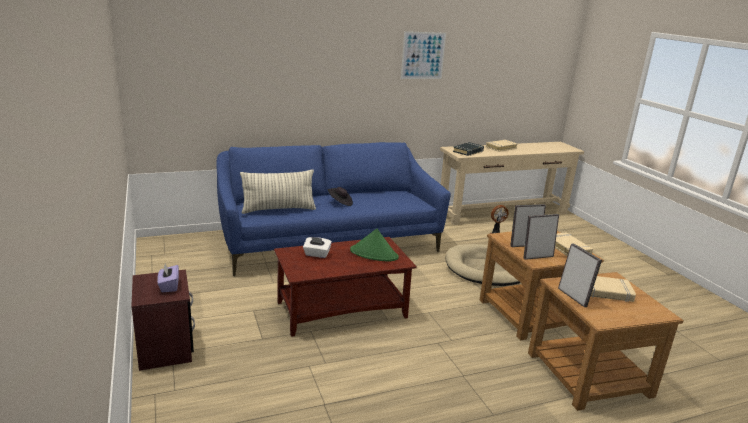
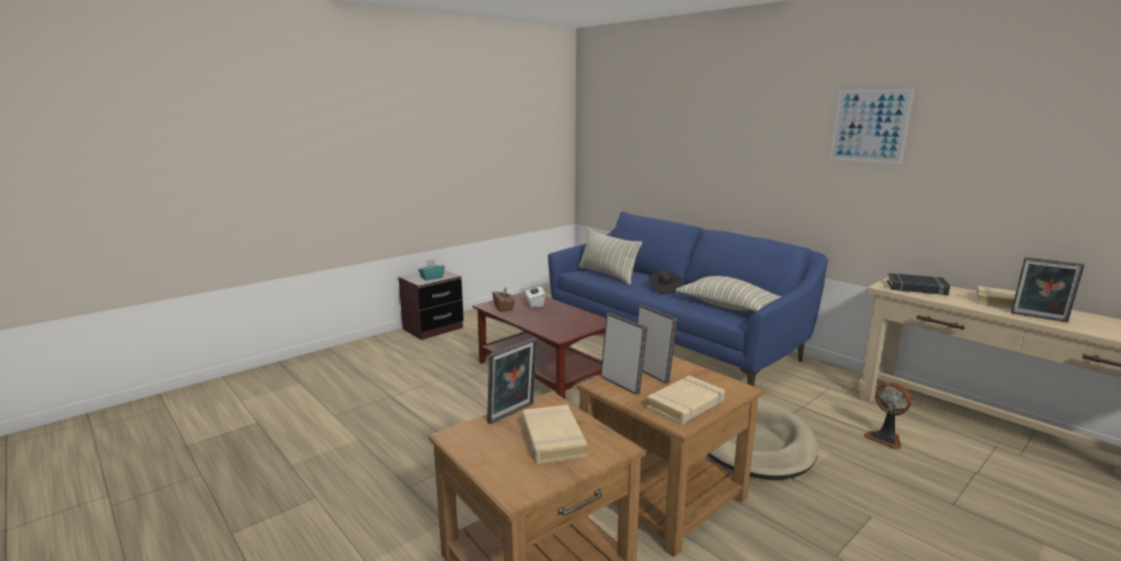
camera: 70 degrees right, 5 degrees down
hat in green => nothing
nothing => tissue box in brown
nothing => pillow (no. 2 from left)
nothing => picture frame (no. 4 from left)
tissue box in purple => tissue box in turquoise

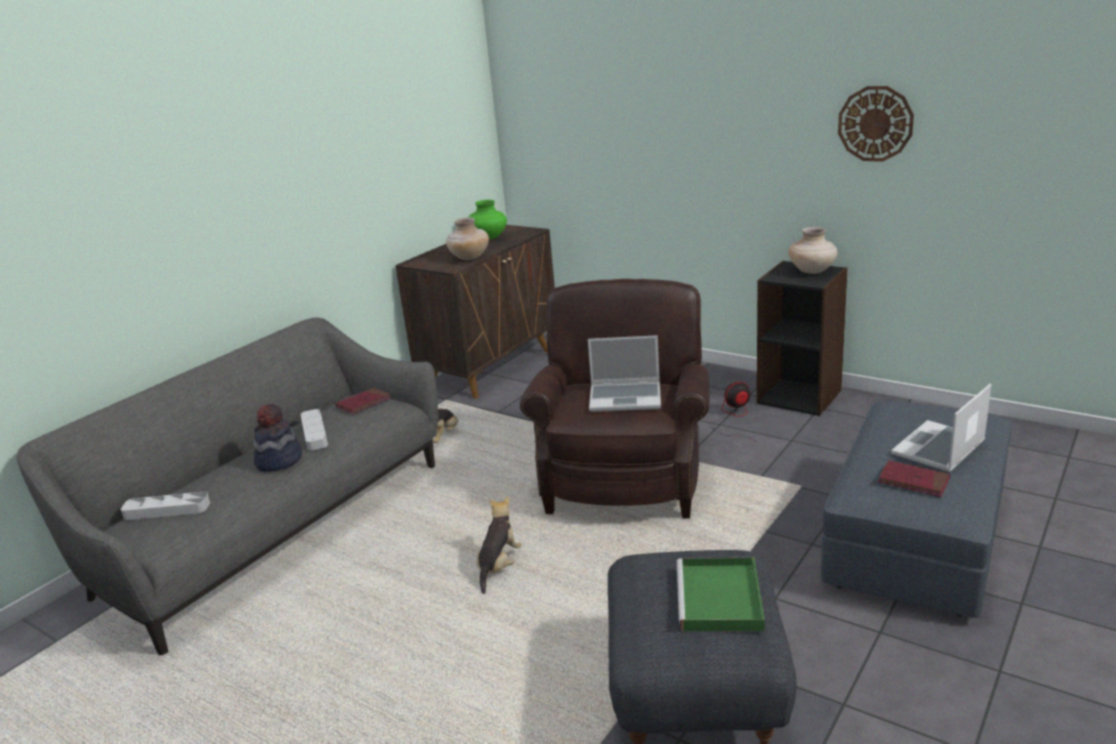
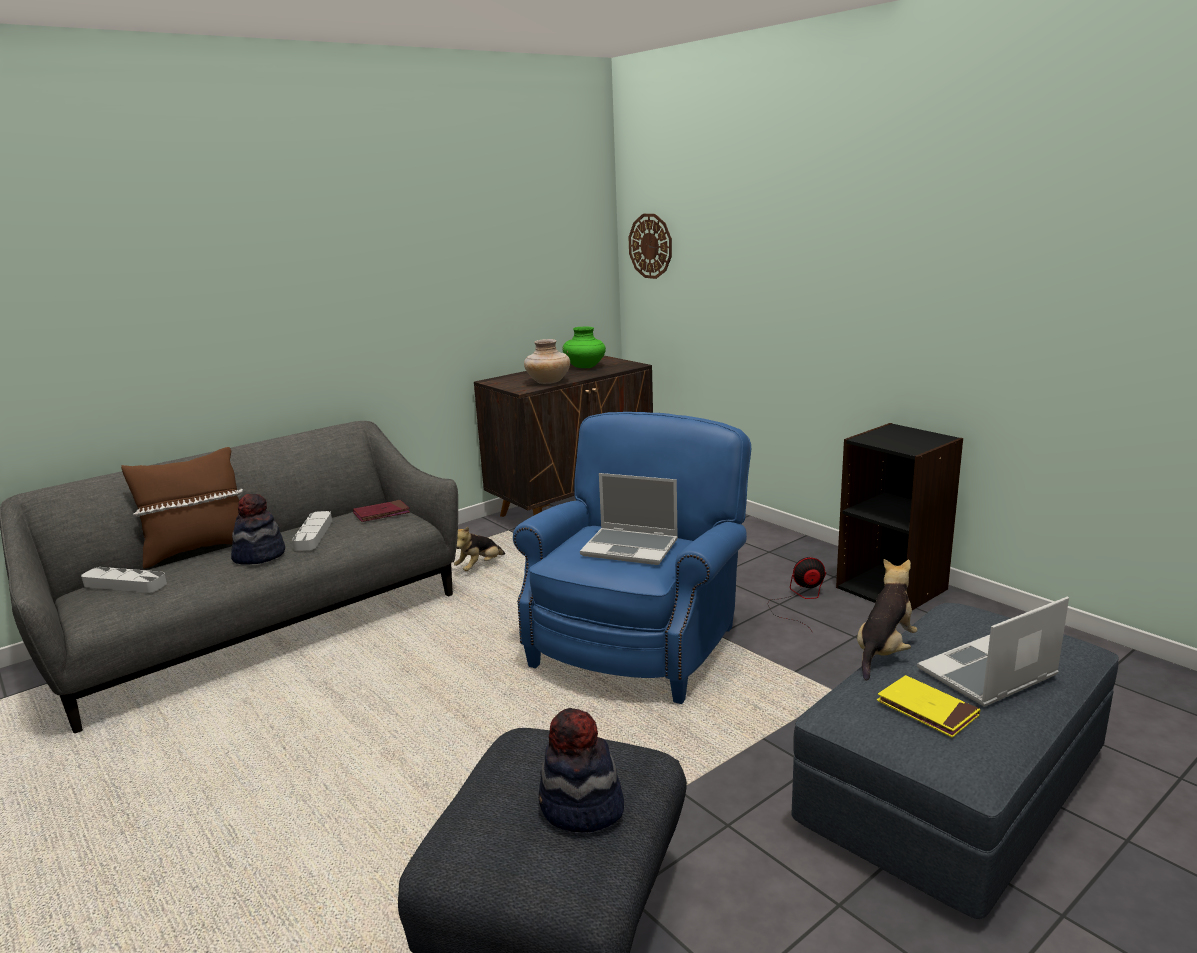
camera: 15 degrees right, 5 degrees down
vase in beige (no. 2 from left) => nothing
nothing => pillow in brown
plush toy (no. 2 from left), relocated
wall clock, relocated
tray in green => hat (no. 2 from left)
armchair in brown => armchair in blue
book in red (no. 2 from left) => book in yellow

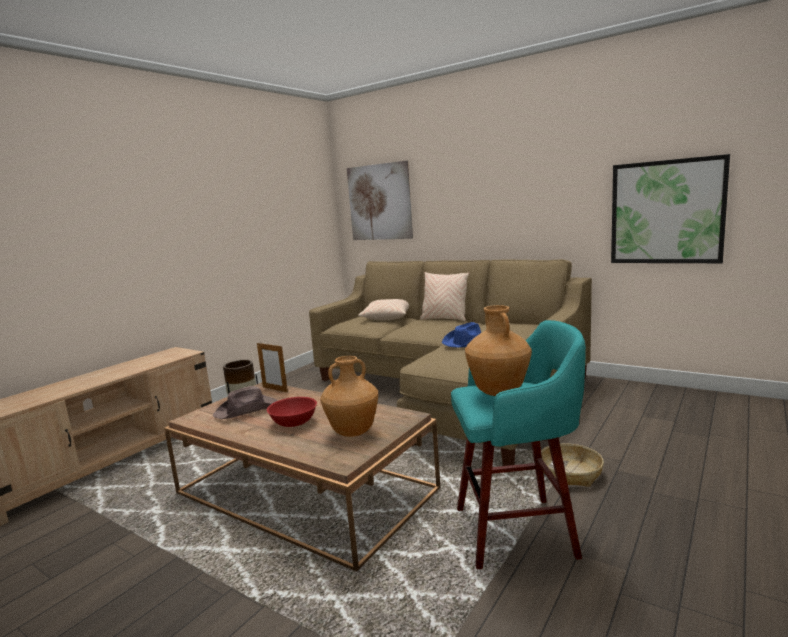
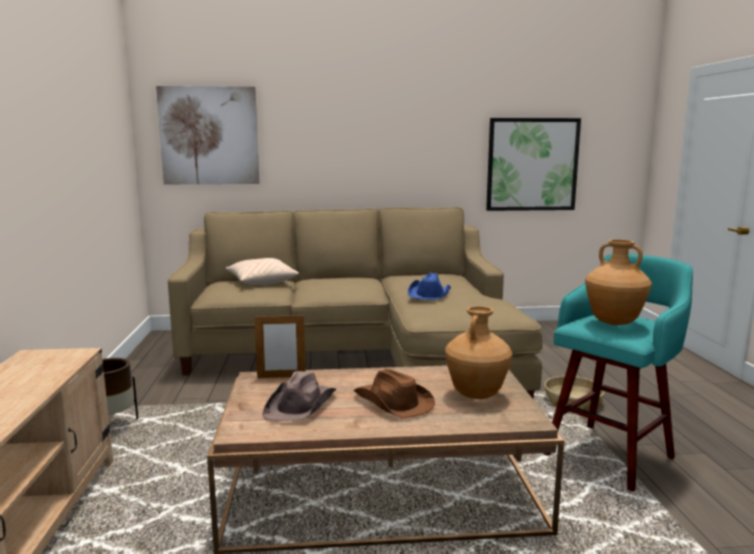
camera: 40 degrees left, 0 degrees up
pillow in beige (no. 2 from left) => nothing
bowl in red => hat in brown (no. 2 from left)

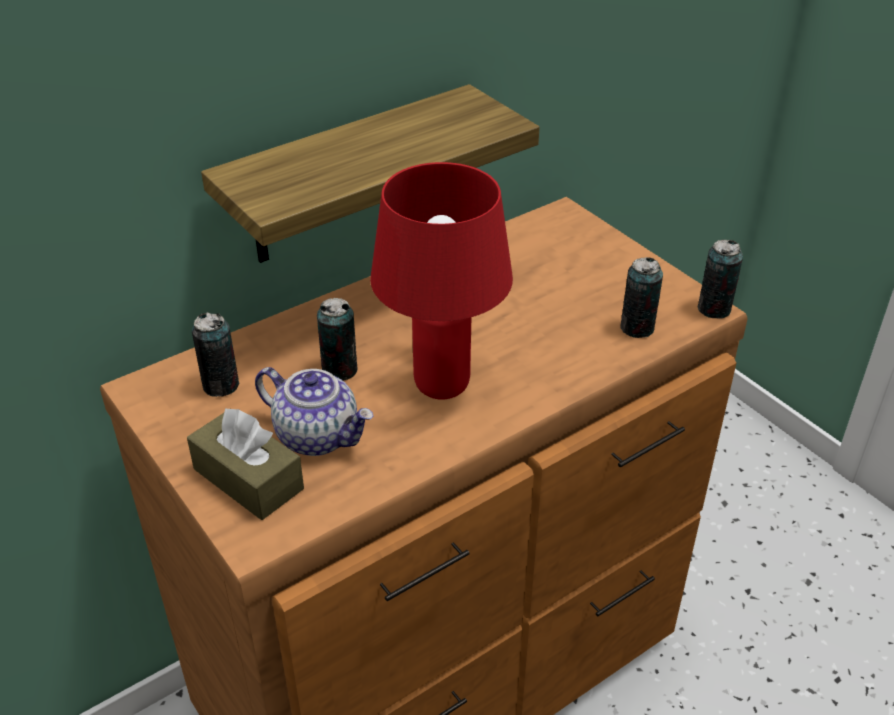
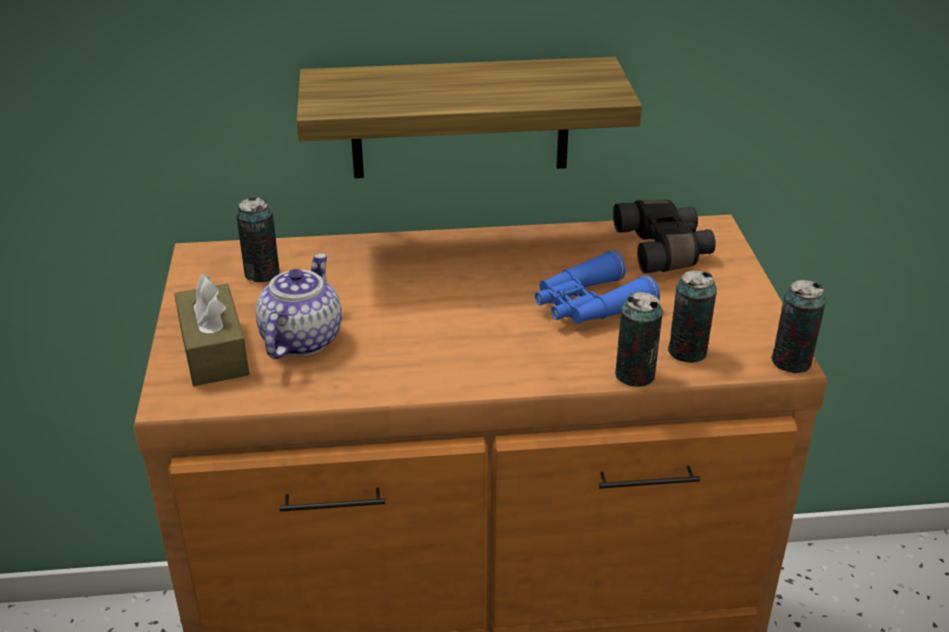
camera: 30 degrees right, 5 degrees down
table lamp in red => nothing
nothing => binoculars in blue
nothing => binoculars in black
can (no. 2 from left), relocated
teapot, 135 degrees counterclockwise

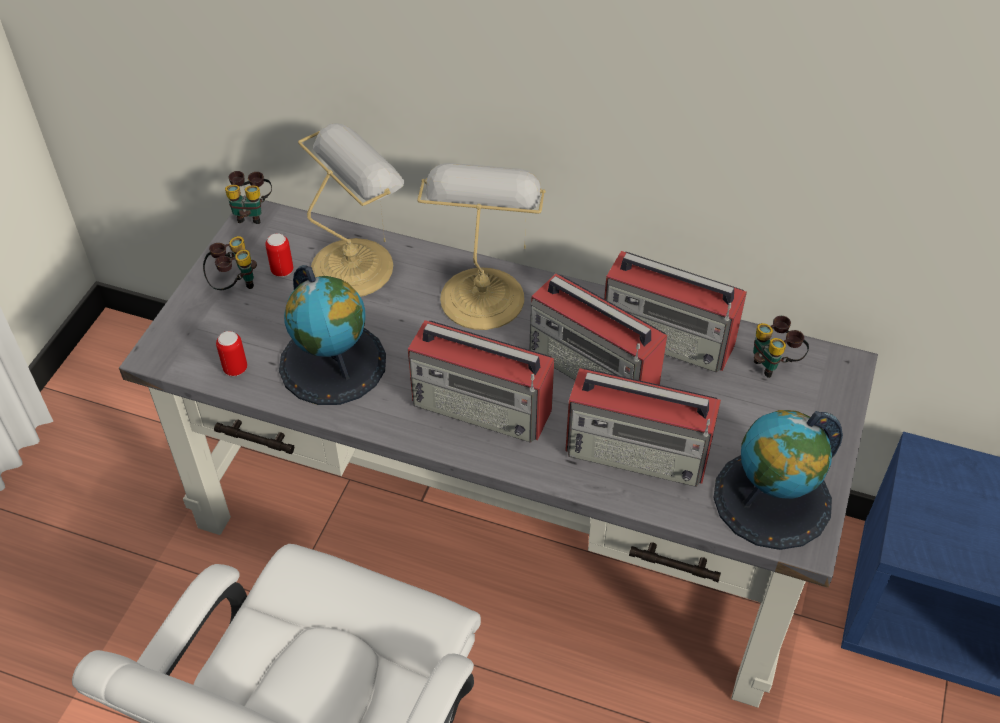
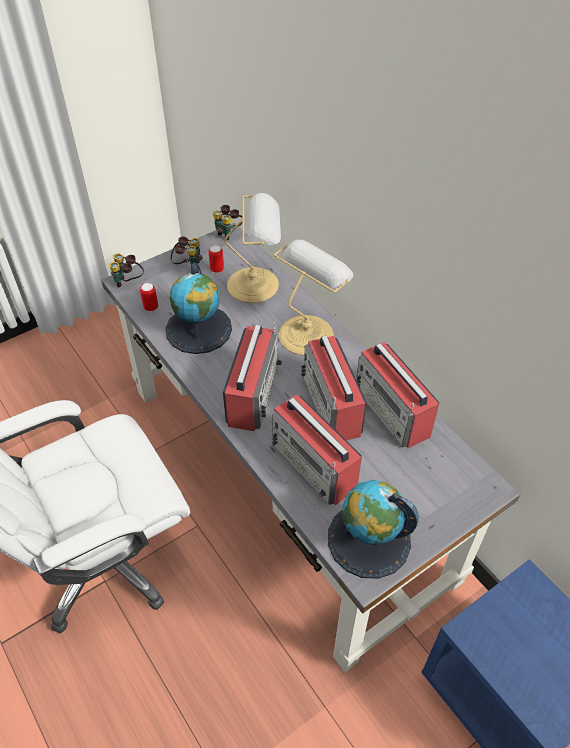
camera: 35 degrees right, 0 degrees up
binoculars (no. 3 from left in the first image) => binoculars (no. 1 from left), relocated
radio (no. 1 from left), 135 degrees counterclockwise

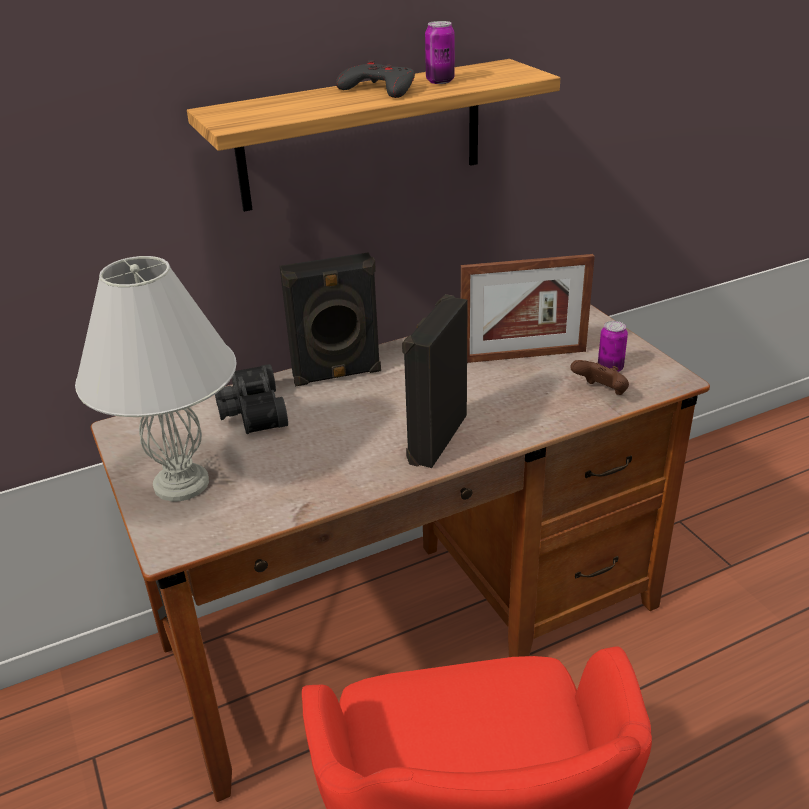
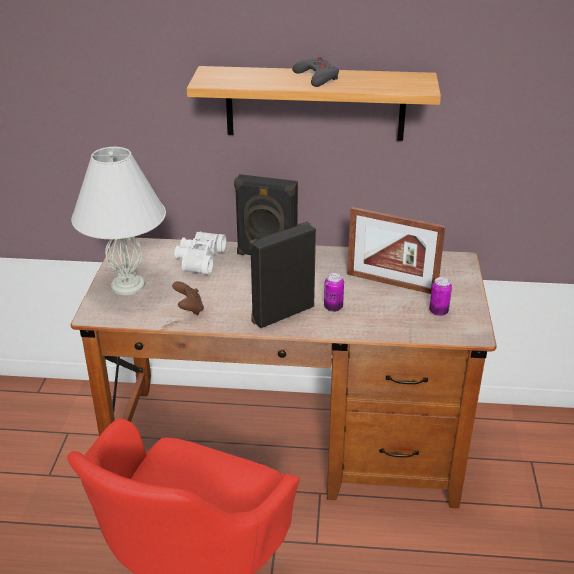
camera: 30 degrees right, 0 degrees up
can (no. 1 from left), relocated
game controller in brown, relocated
binoculars in black => binoculars in white

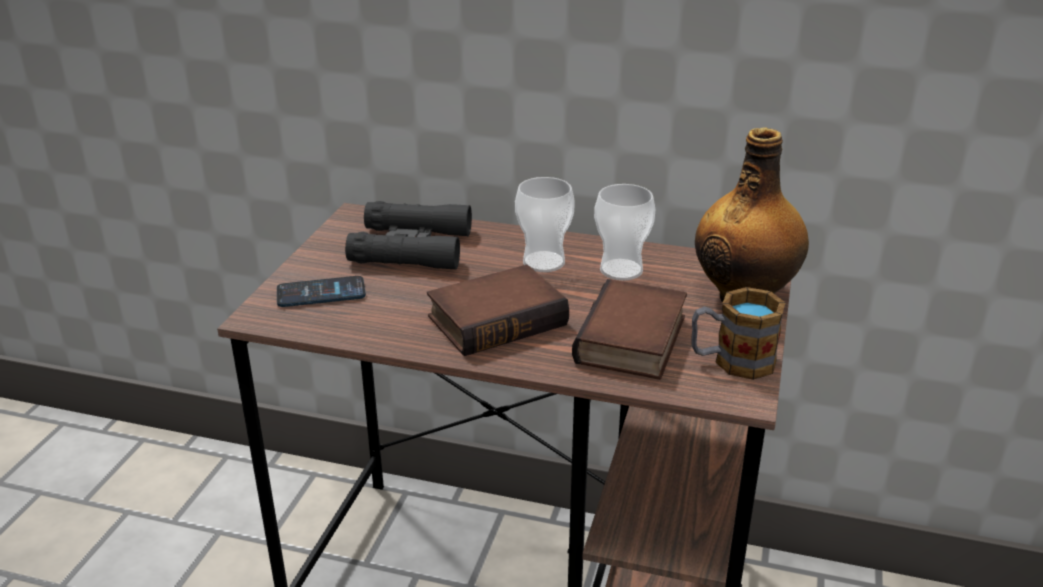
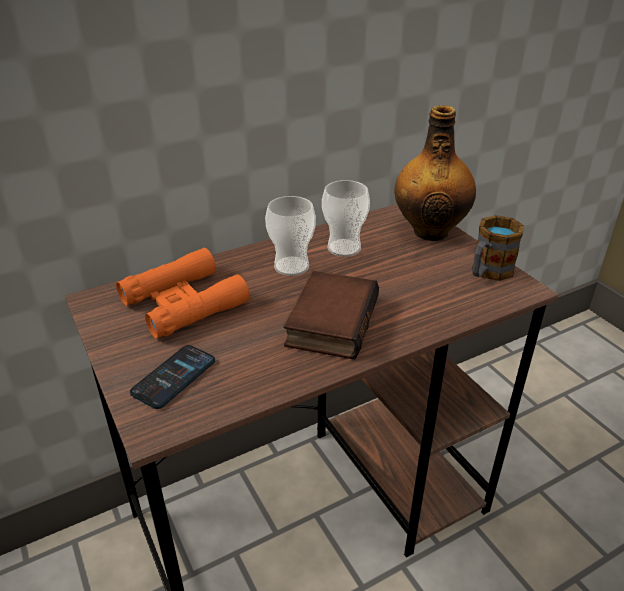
camera: 45 degrees left, 5 degrees up
book (no. 2 from left) => nothing
binoculars in black => binoculars in orange

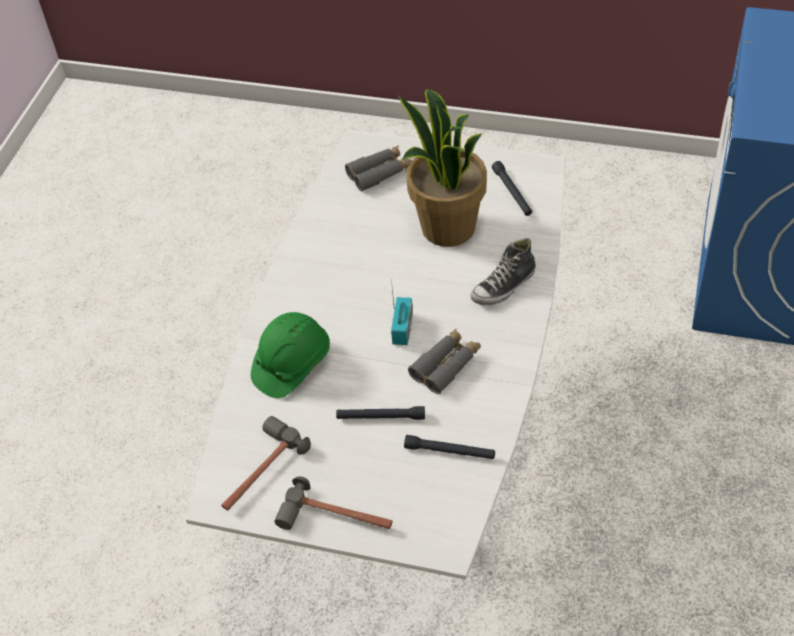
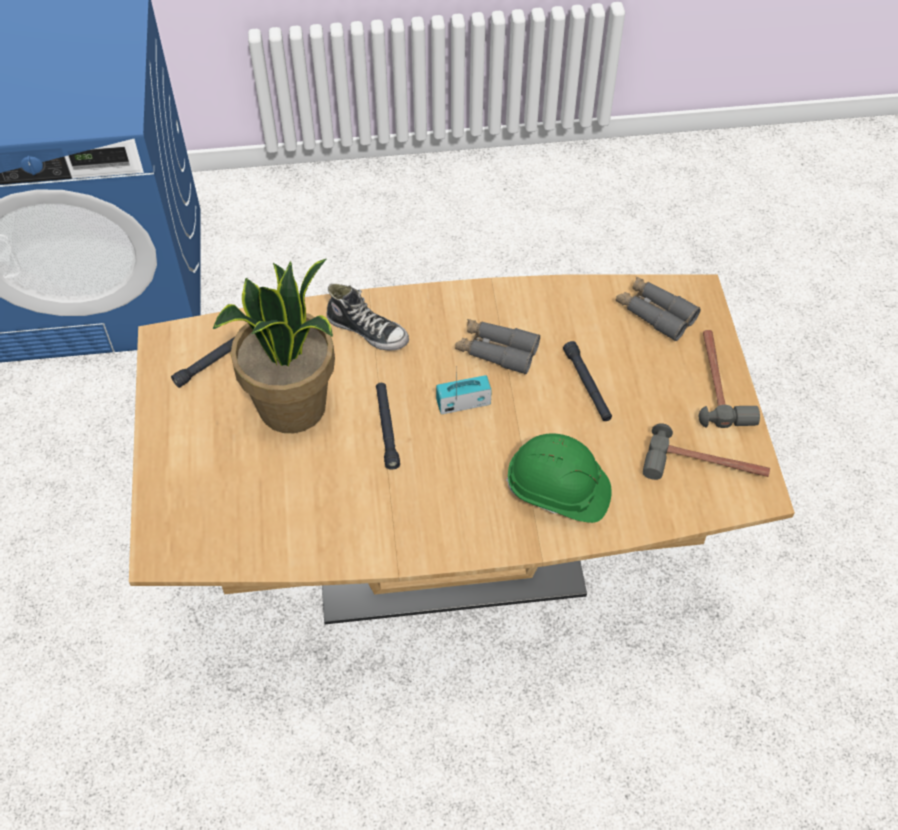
camera: 115 degrees left, 5 degrees up
binoculars in grey (no. 1 from left in the first image) => binoculars in grey (no. 2 from left), relocated
flashlight in black (no. 2 from left), relocated
dining table in white => dining table in brown

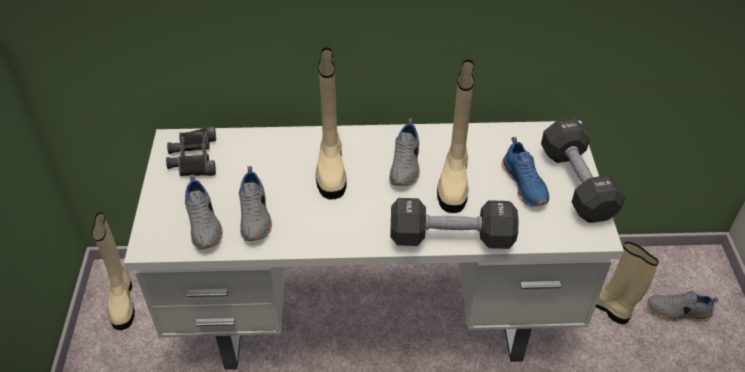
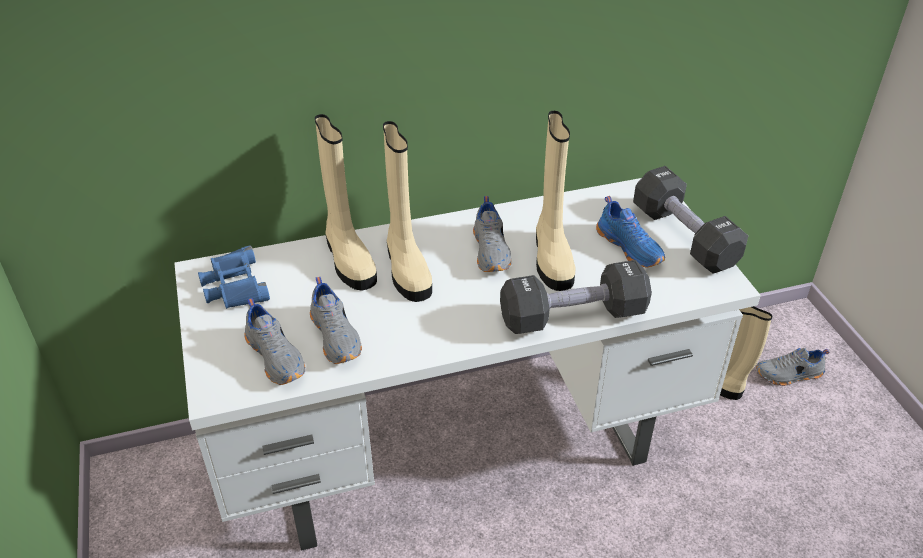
camera: 15 degrees left, 5 degrees down
boot in beige (no. 1 from left), relocated
binoculars in black => binoculars in blue

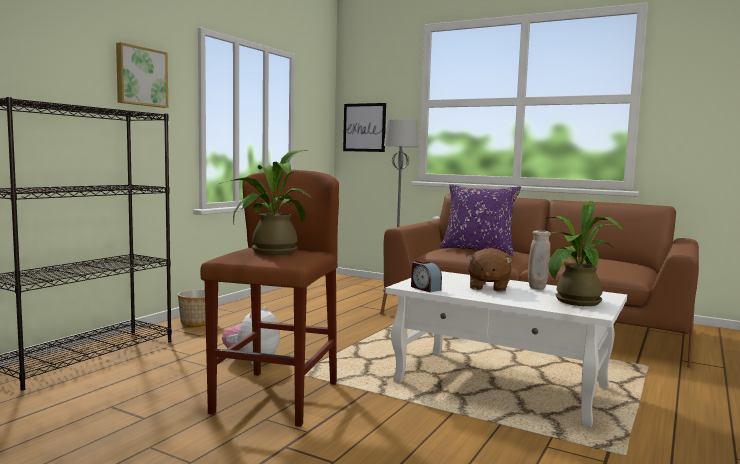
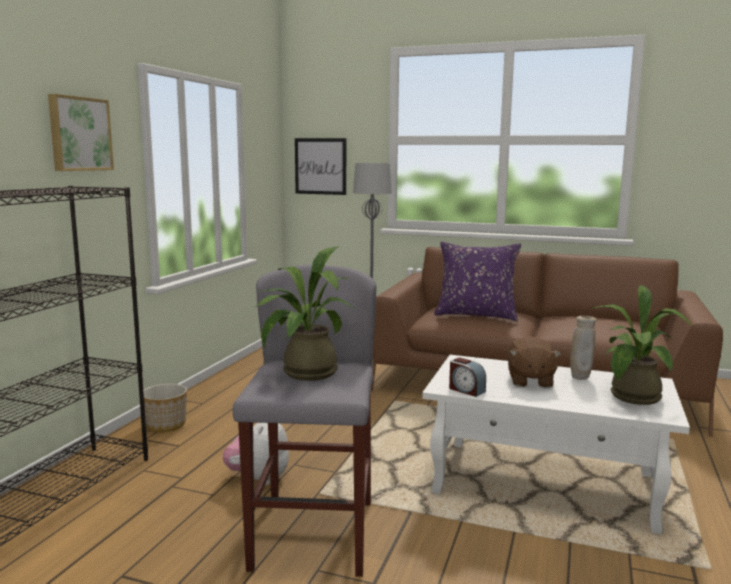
camera: 10 degrees left, 5 degrees up
stool in brown => stool in grey

